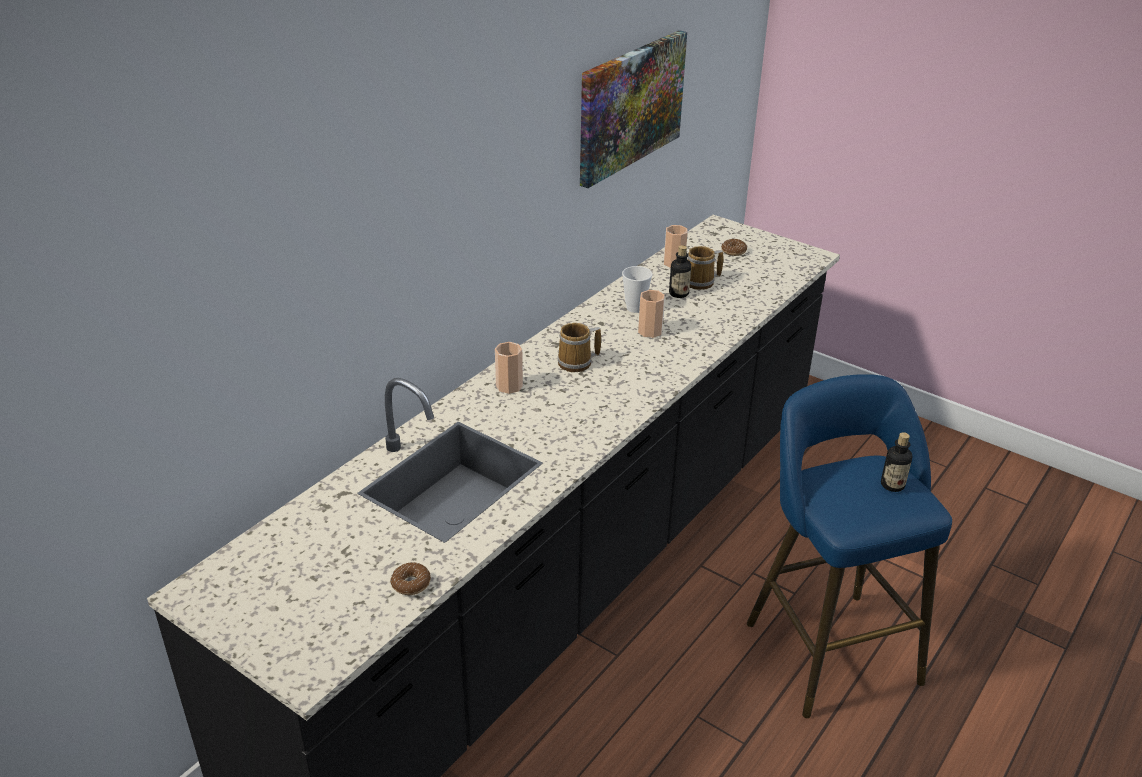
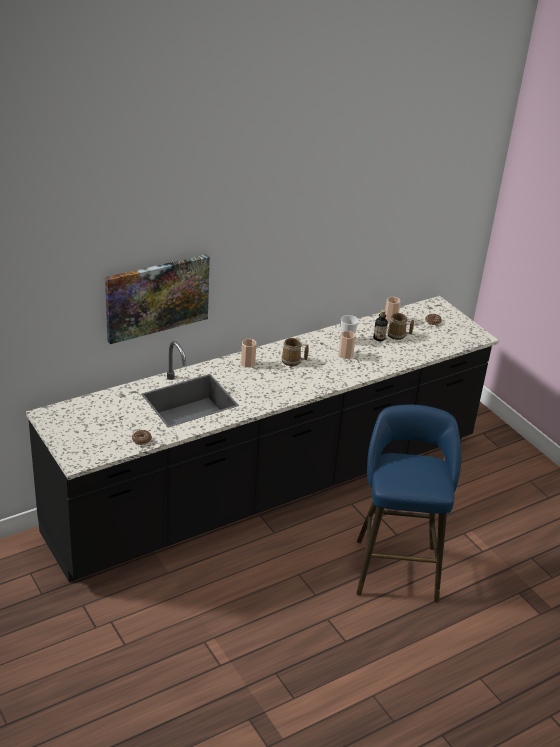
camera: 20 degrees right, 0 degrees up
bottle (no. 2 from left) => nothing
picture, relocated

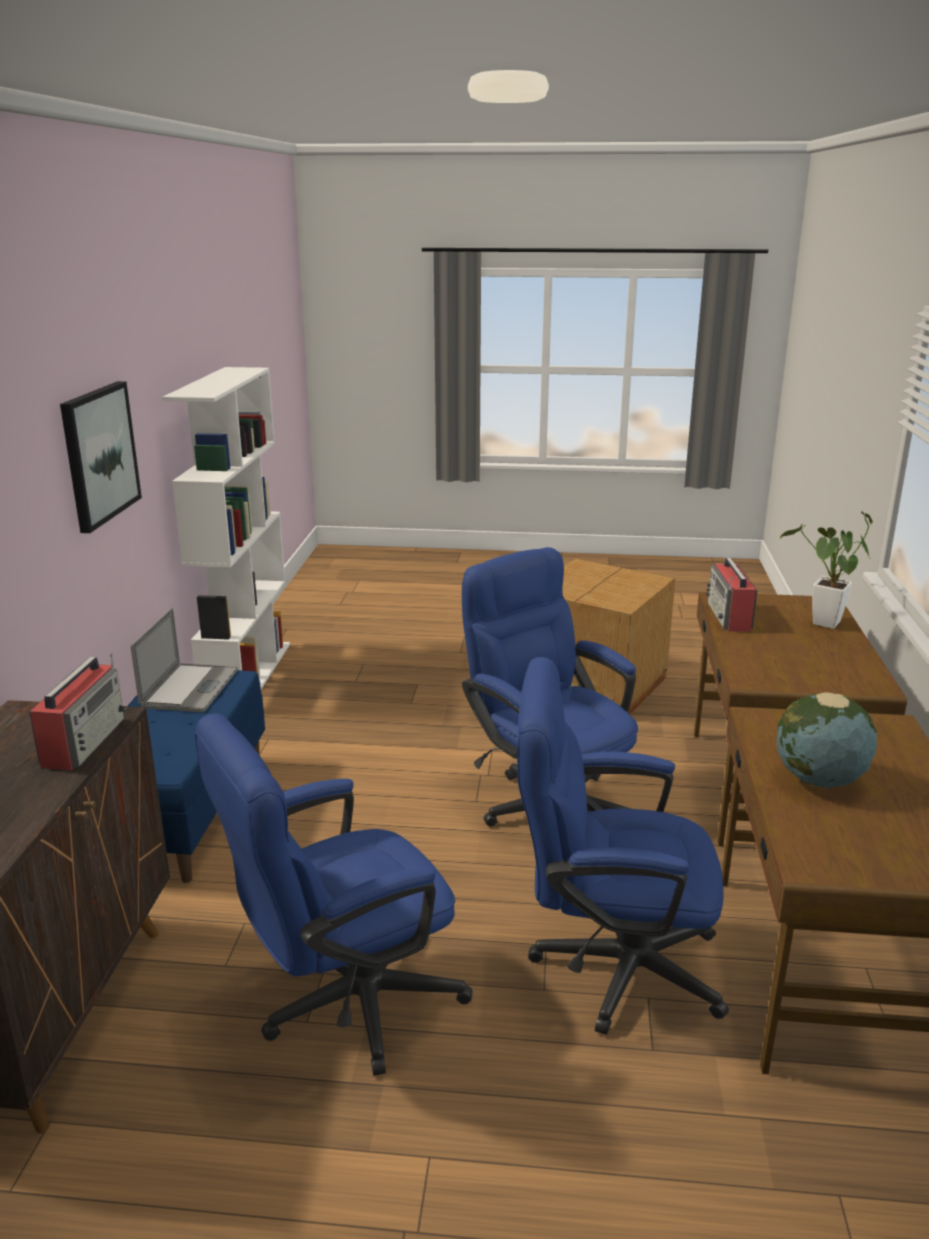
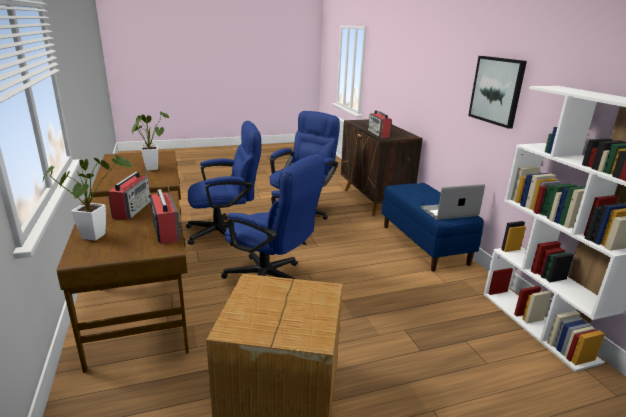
camera: 155 degrees right, 0 degrees up
nothing => radio (no. 1 from left)
globe => potted plant (no. 2 from left)
laptop, 90 degrees clockwise

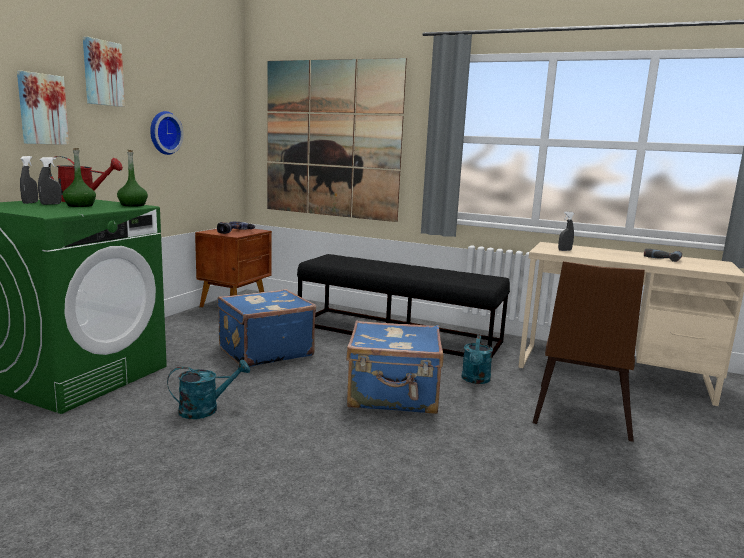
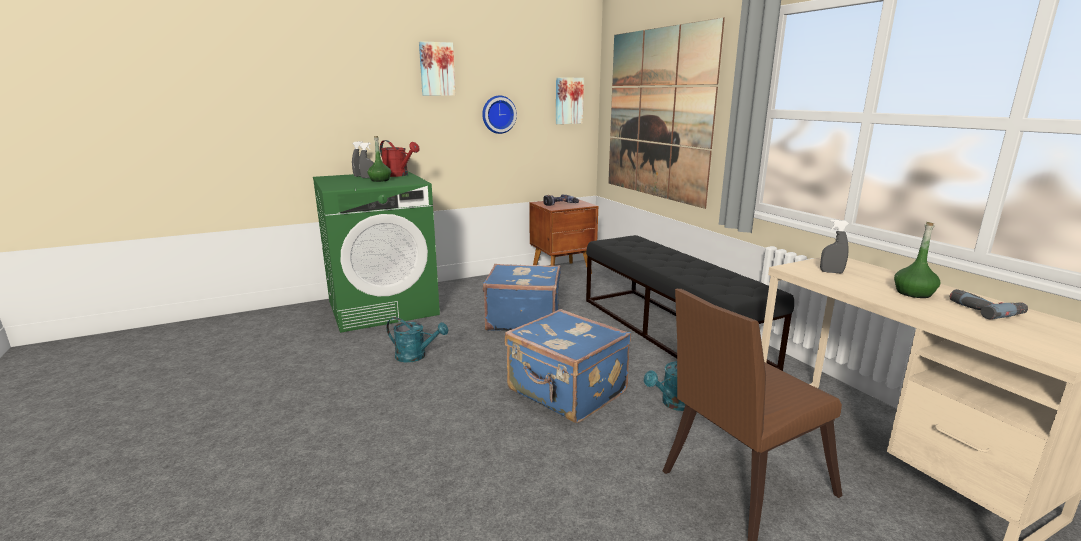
camera: 40 degrees right, 5 degrees up
picture (no. 1 from left in the first image) => picture (no. 2 from left), relocated
bottle in green (no. 2 from left), relocated

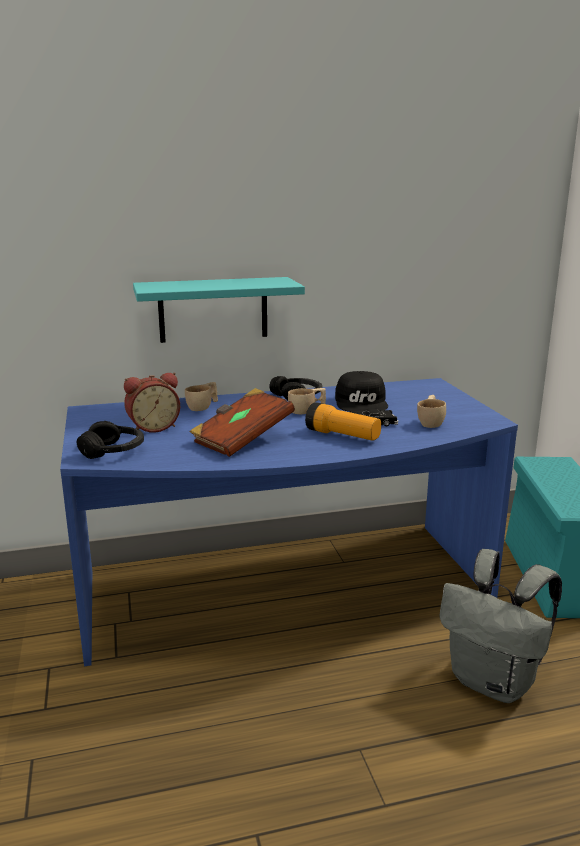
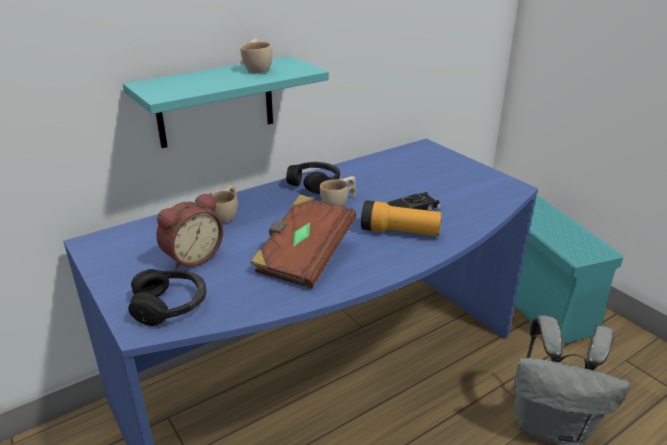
camera: 20 degrees left, 10 degrees up
cap in black => nothing
cup in beige (no. 3 from left in the first image) => cup in beige (no. 2 from left), relocated

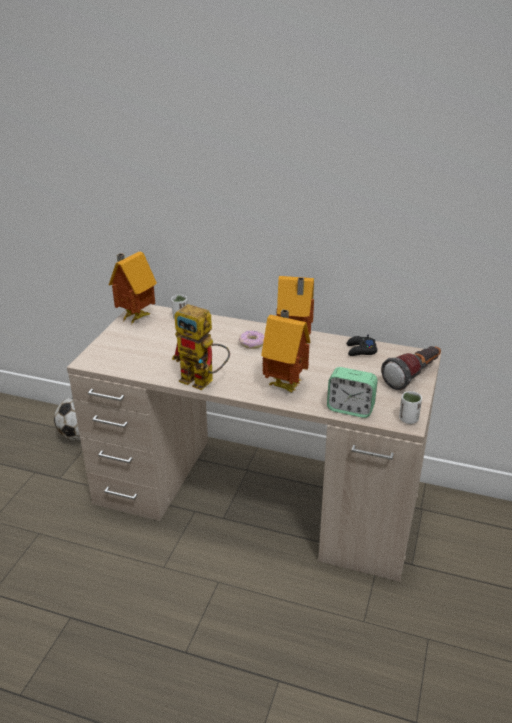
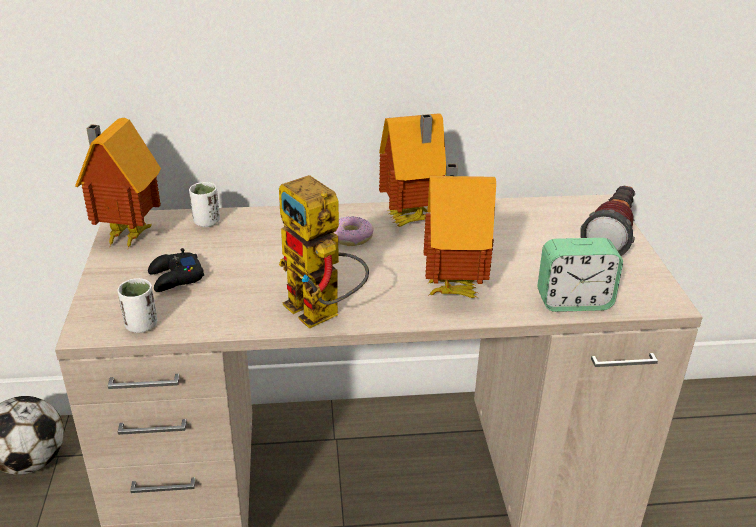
camera: 25 degrees left, 0 degrees up
game controller in black, relocated
cup in white (no. 2 from left in the first image) => cup in white (no. 1 from left), relocated
toy robot, 45 degrees clockwise

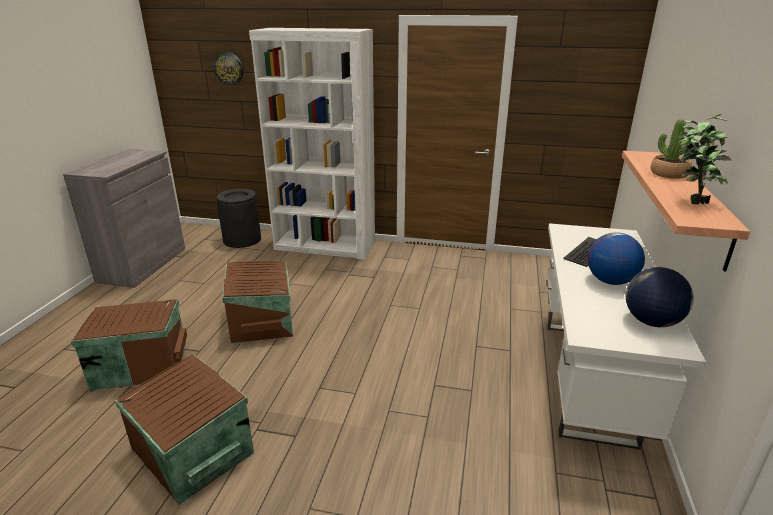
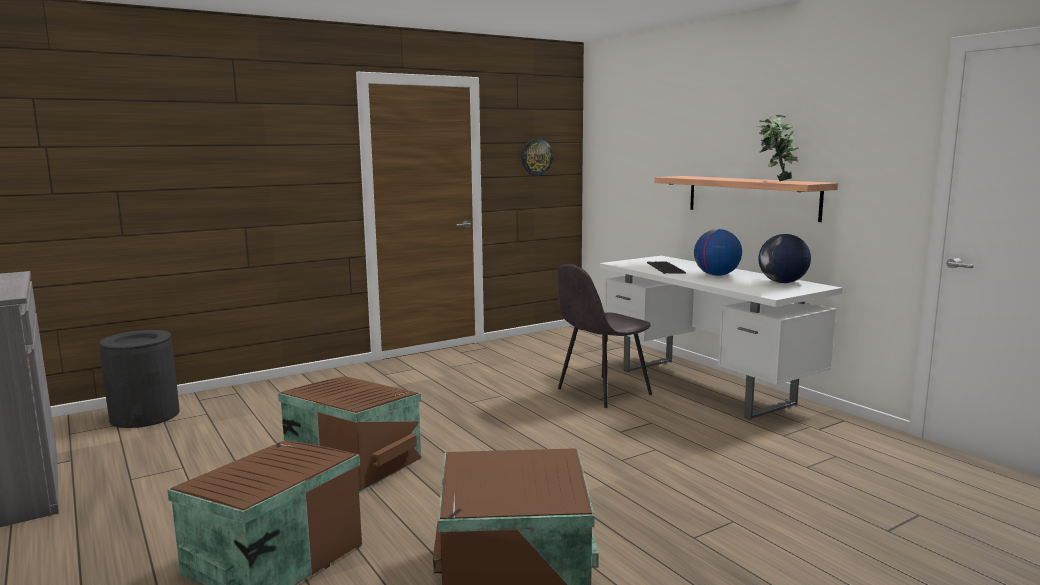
camera: 45 degrees left, 15 degrees down
bookcase in white => nothing
potted plant (no. 1 from left) => nothing
nothing => chair in grey
wall clock, relocated

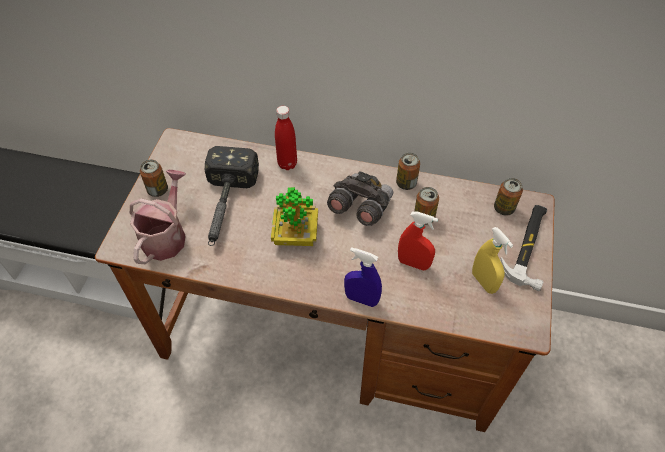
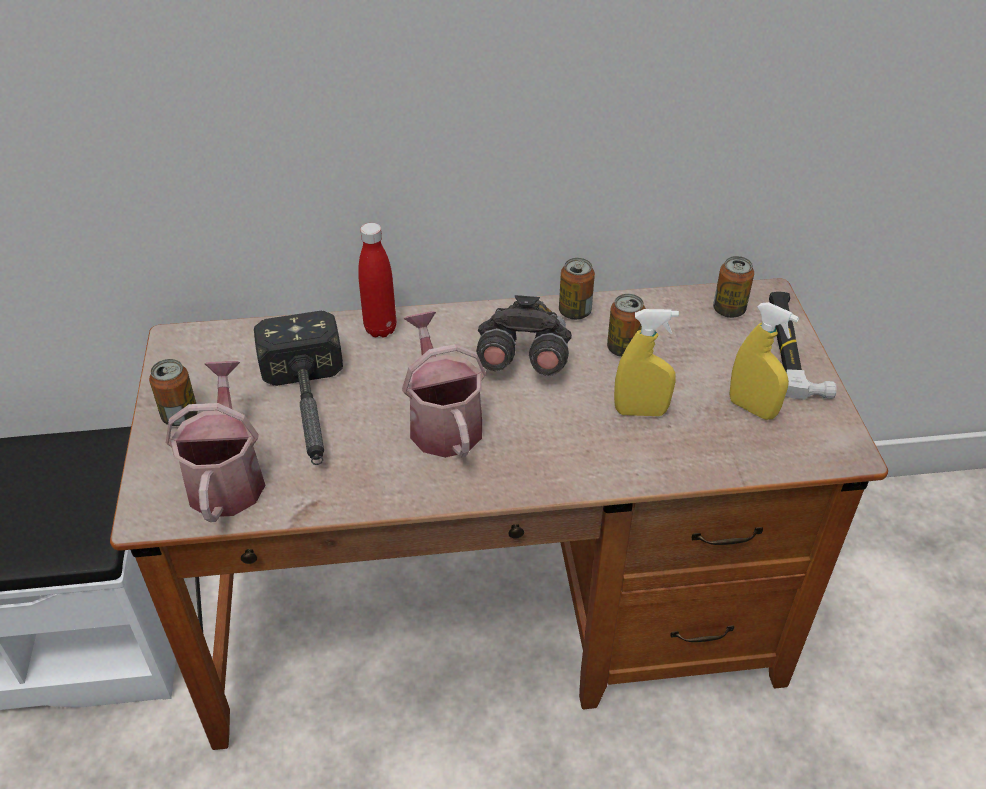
camera: 20 degrees left, 10 degrees down
spray bottle in blue => nothing
potted plant => watering can (no. 2 from left)
spray bottle in red => spray bottle in yellow (no. 1 from left)

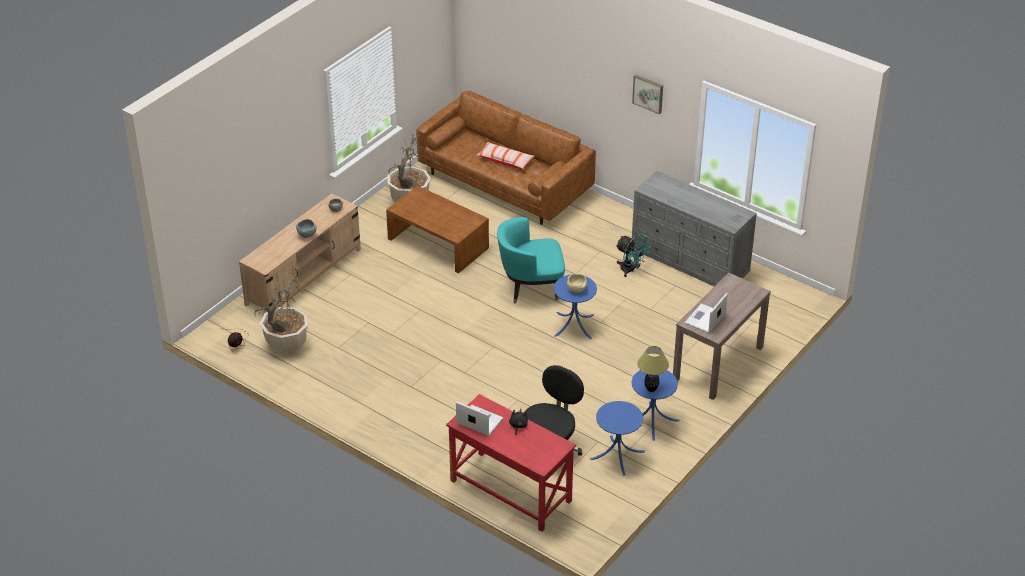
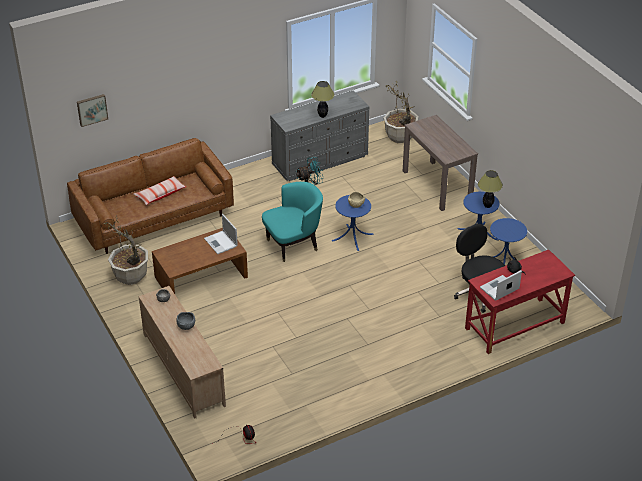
camera: 65 degrees left, 0 degrees up
nothing => table lamp (no. 1 from left)
potted plant (no. 1 from left in the first image) => potted plant (no. 2 from left), relocated
picture, relocated
laptop (no. 2 from left in the first image) => laptop (no. 1 from left), relocated
armchair in turquoise, 135 degrees counterclockwise

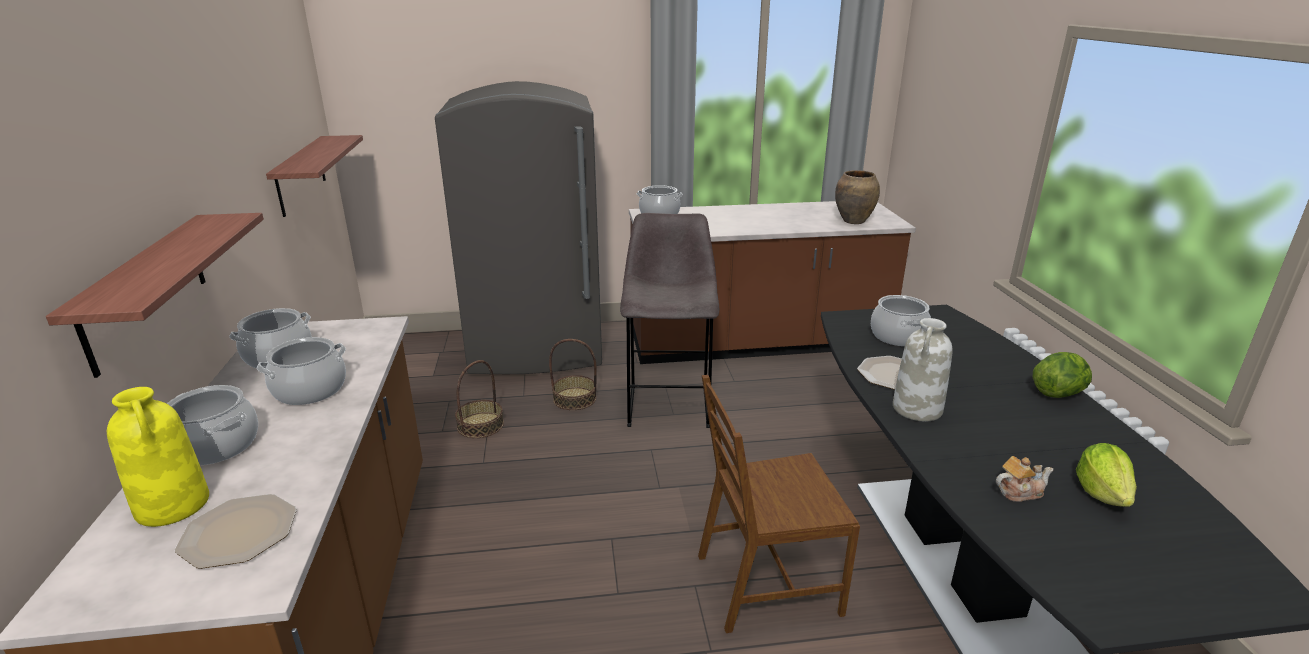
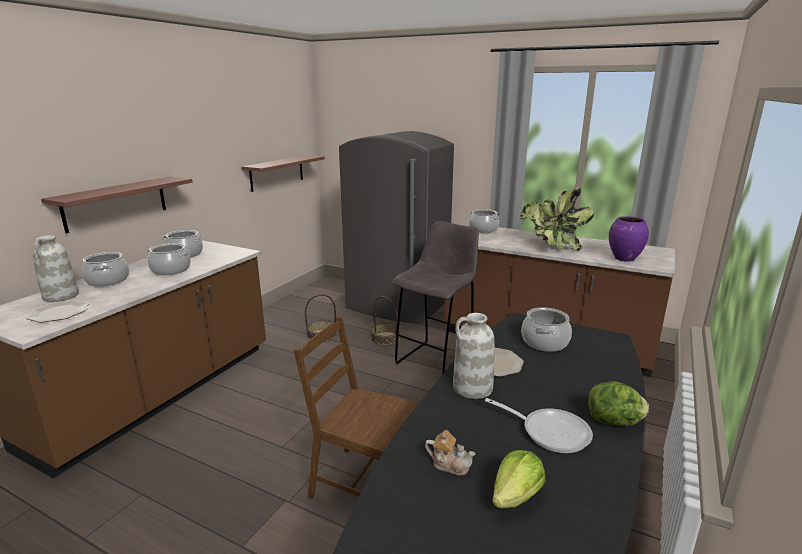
camera: 35 degrees right, 5 degrees down
nothing => frying pan
nothing => potted plant
vase in yellow => vase in white (no. 1 from left)
vase in brown => vase in purple

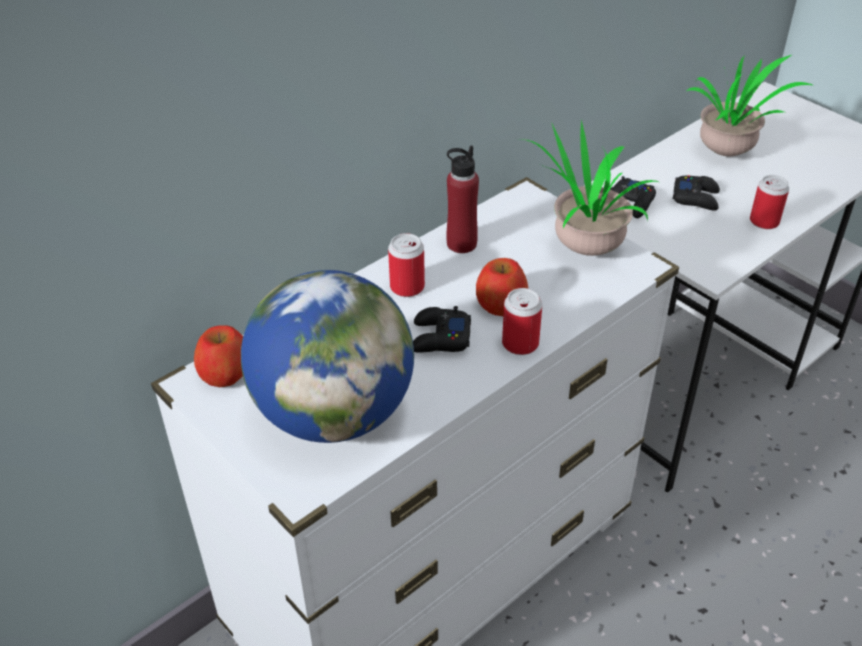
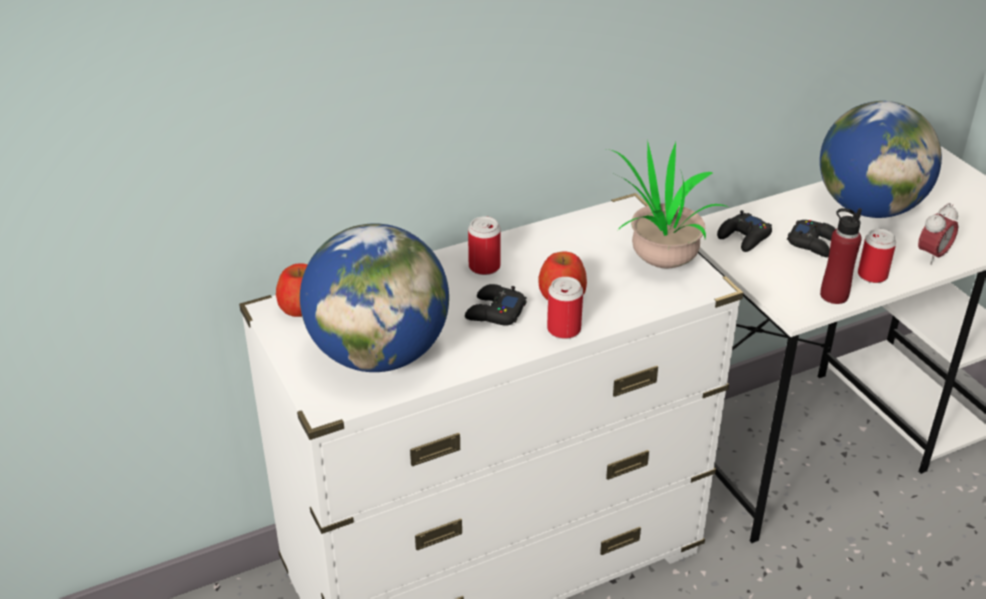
camera: 15 degrees right, 5 degrees down
nothing => alarm clock
bottle in red, relocated
potted plant (no. 2 from left) => globe (no. 2 from left)

